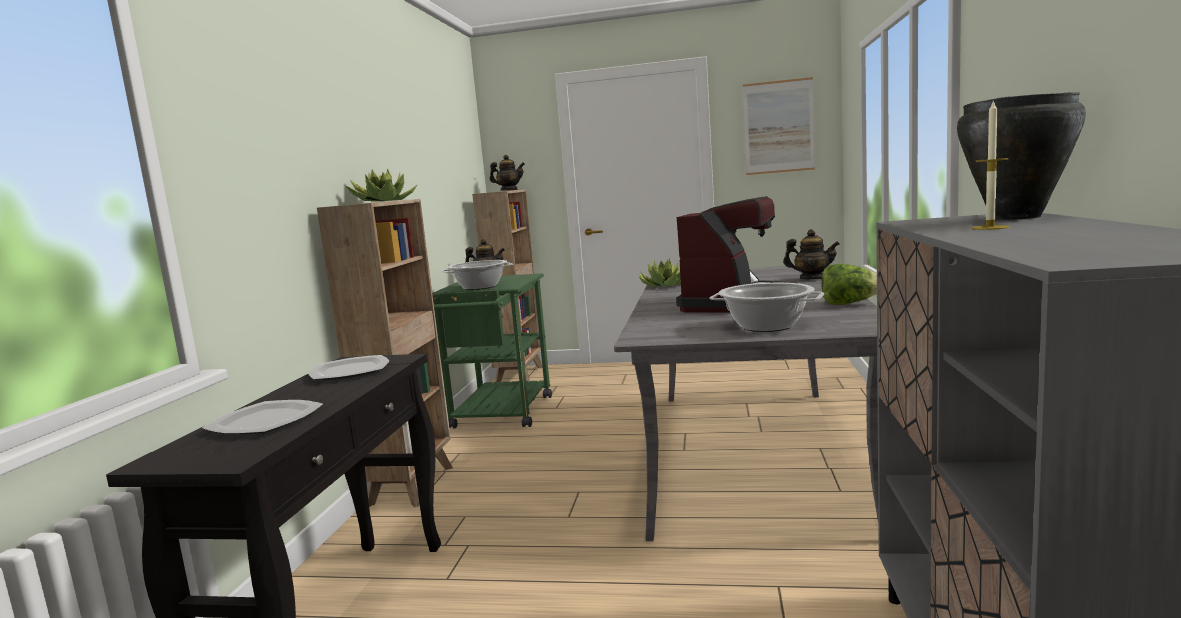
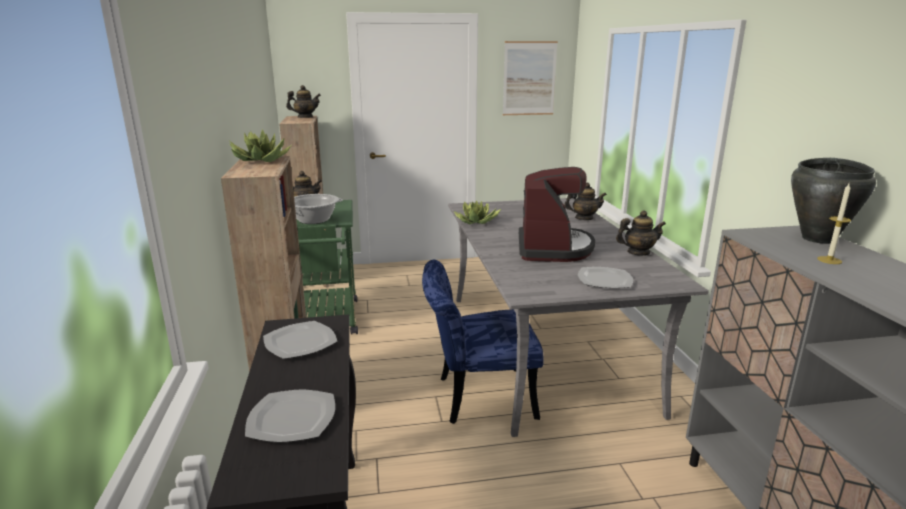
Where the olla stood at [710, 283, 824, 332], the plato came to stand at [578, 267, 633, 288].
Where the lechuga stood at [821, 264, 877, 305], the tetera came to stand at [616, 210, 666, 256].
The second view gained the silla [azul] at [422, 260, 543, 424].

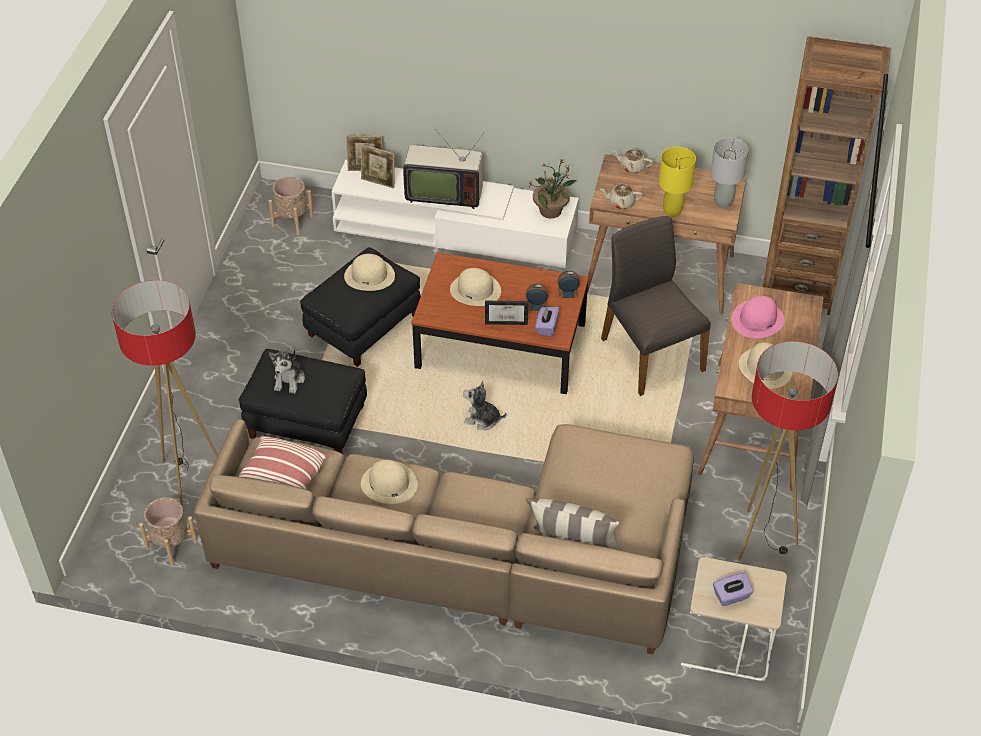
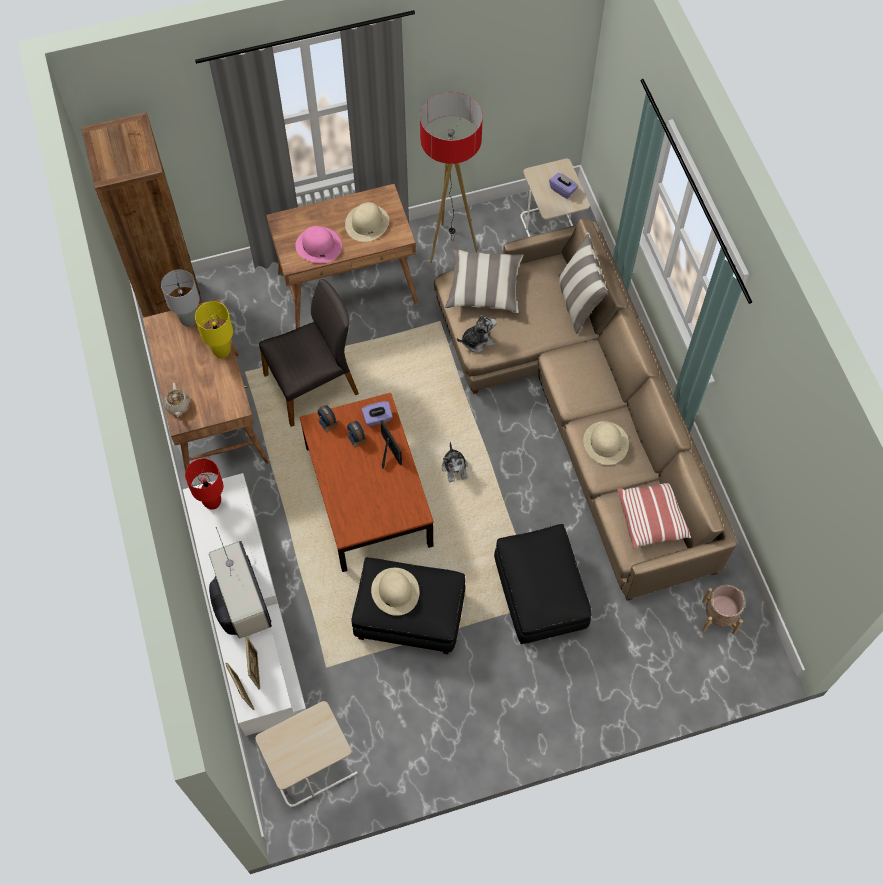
The second view lost the lámpara de pie at [111, 280, 218, 505].
Where the maceta [beis] stood at [269, 177, 314, 235], the mesa auxiliar [beis] came to stand at [255, 701, 358, 807].
The peluche ended up elsewhere, having gone from [269, 349, 305, 394] to [457, 315, 497, 352].
The second view lost the sombrero [beis] at [450, 268, 501, 306].
Where the planta en maceta stood at [528, 159, 576, 219], the lámpara de mesa [rojo] came to stand at [185, 459, 223, 510].
The second view lost the tetera [beis] at [600, 184, 643, 209].
The silla [gris] at [601, 216, 711, 396] ended up facing another way, 150 degrees counterclockwise from before.
The second view gained the cojín at [445, 249, 523, 313].

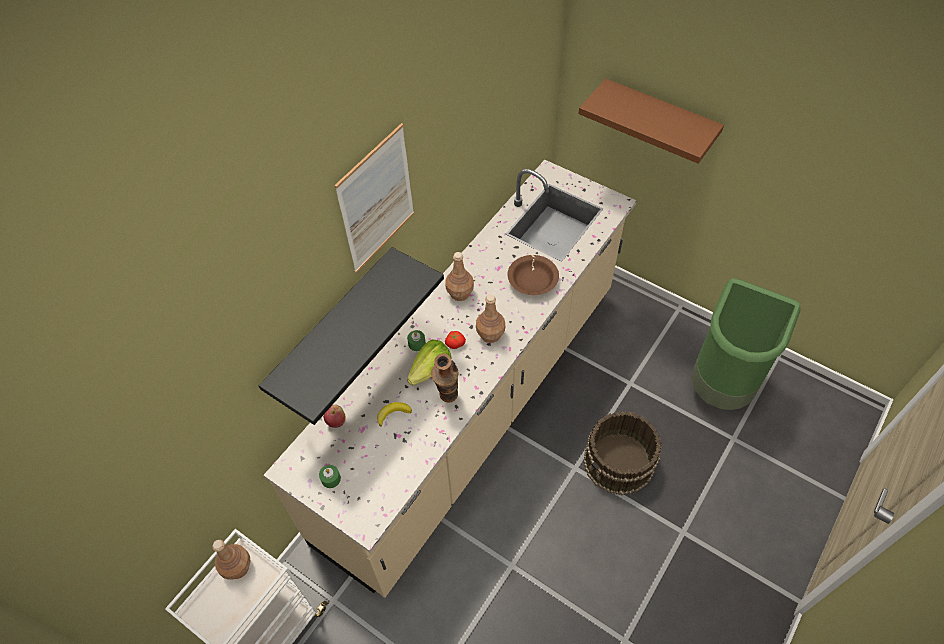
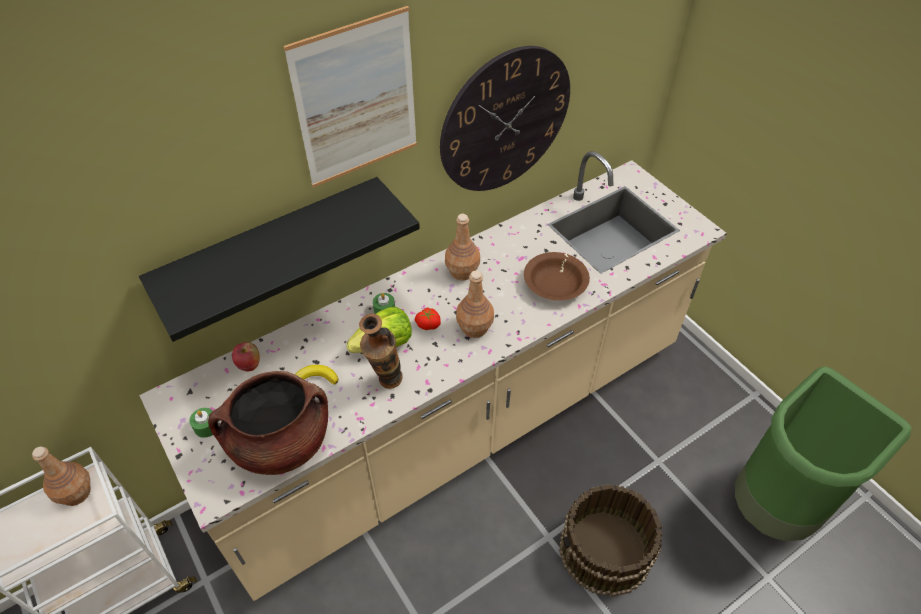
The second view lost the estante [marrón] at [578, 79, 724, 164].
The second view gained the olla [marrón] at [208, 371, 328, 475].
The second view gained the reloj de pared at [440, 46, 570, 191].

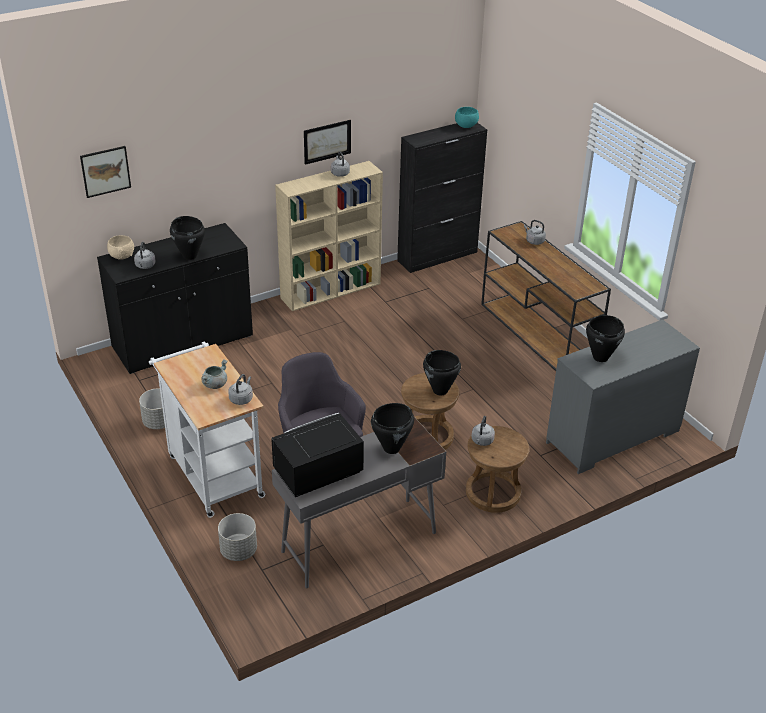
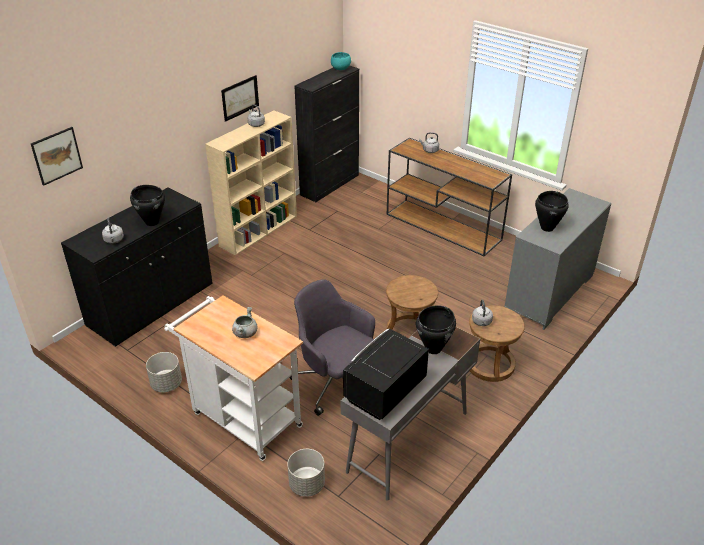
The second view lost the cuenco [beis] at [107, 235, 134, 260].
The second view lost the hervidor [gris] at [228, 374, 253, 405].
The second view lost the olla [negro] at [423, 350, 461, 396].

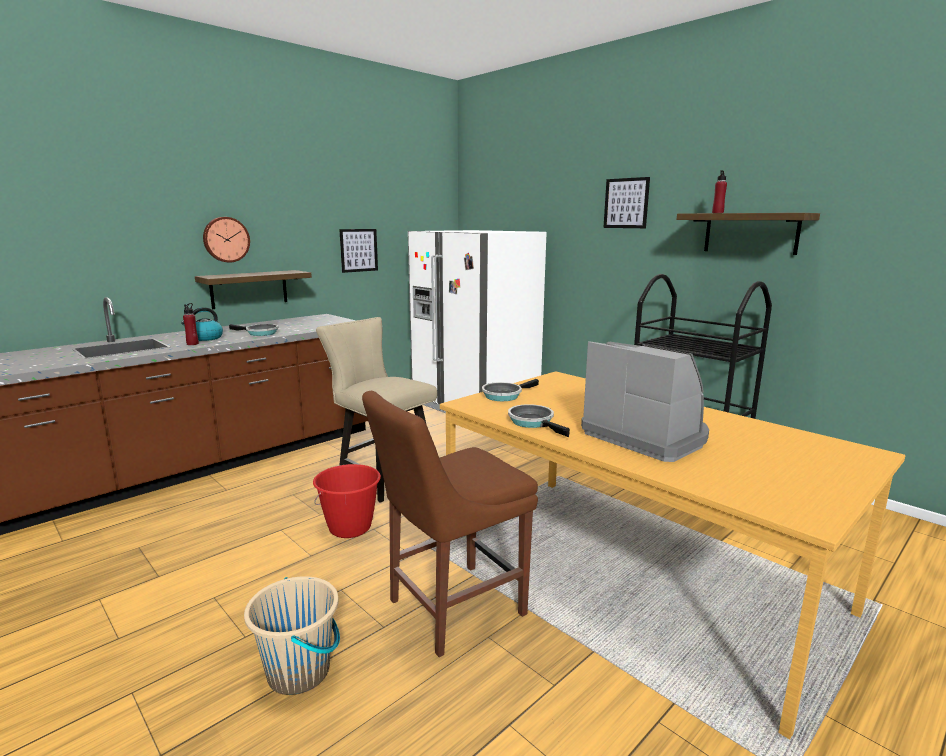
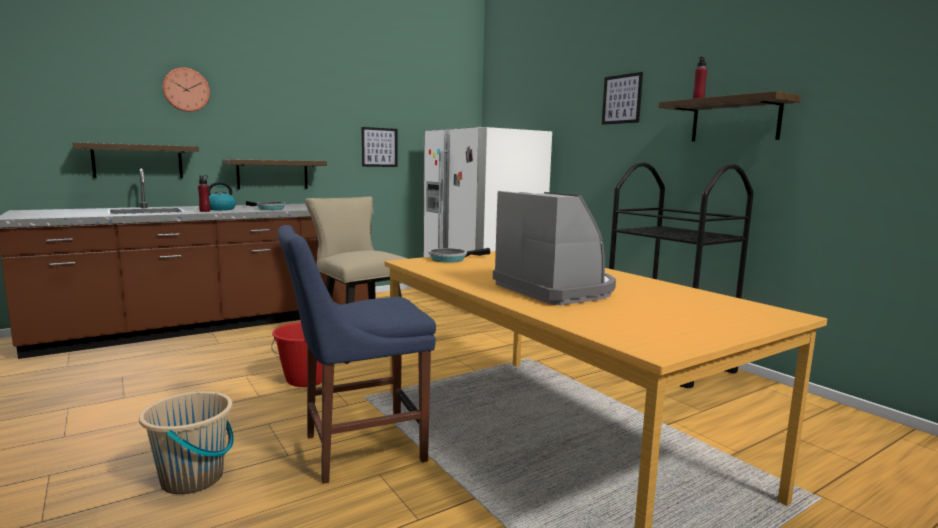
The reloj de pared ended up elsewhere, having gone from [203, 217, 250, 263] to [162, 68, 210, 112].
What was the silla [marrón] at [362, 391, 538, 657] turned into the silla [azul] at [277, 225, 436, 484].
The second view lost the sartén at [508, 404, 570, 437].
The second view gained the estante at [73, 142, 199, 178].

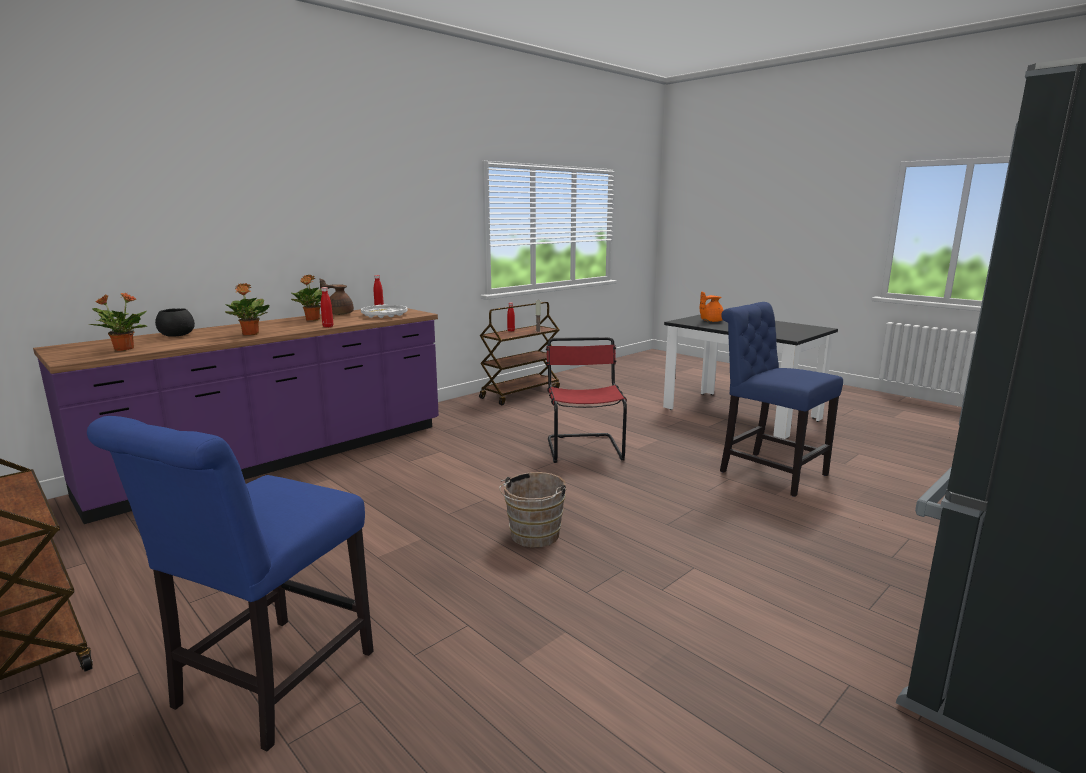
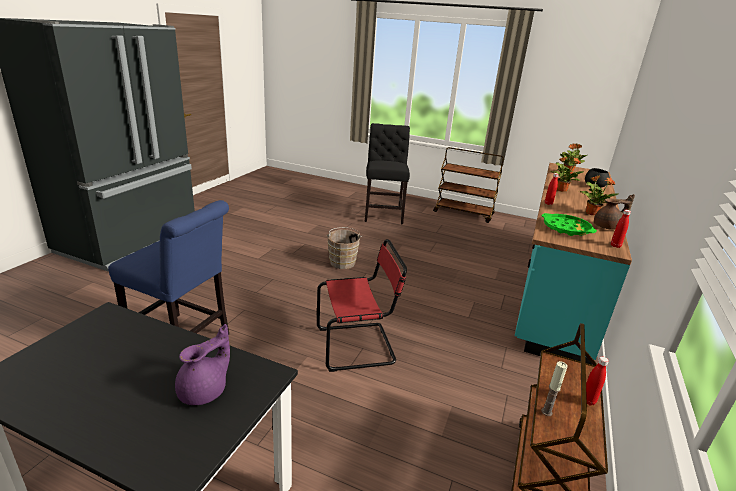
What was the mueble bajo de cocina [morado] at [33, 308, 439, 524] turned into the mueble bajo de cocina [turquesa] at [515, 163, 632, 365].
What was the silla [azul] at [87, 416, 374, 751] turned into the silla [negro] at [365, 123, 410, 224].
What was the bandeja [blanco] at [361, 305, 408, 318] turned into the bandeja [verde] at [542, 213, 597, 236].
The silla [rojo] at [546, 337, 627, 463] ended up facing another way, 75 degrees counterclockwise from before.
What was the tetera [naranja] at [700, 292, 723, 322] turned into the tetera [morado] at [175, 324, 230, 405].

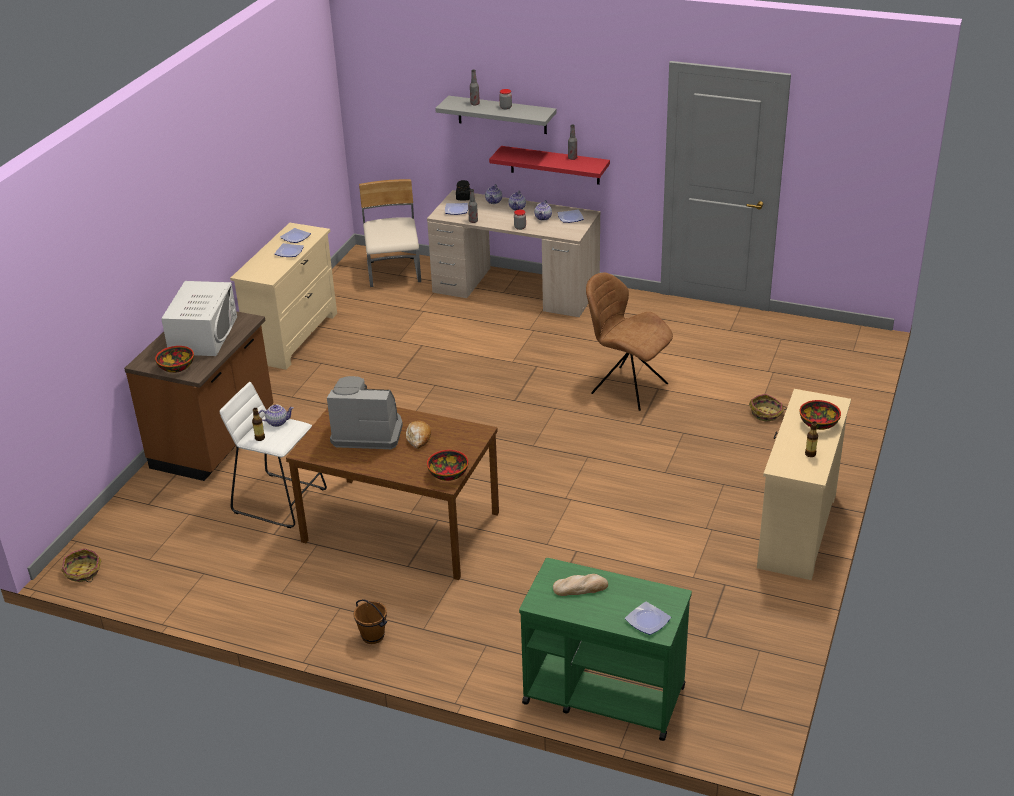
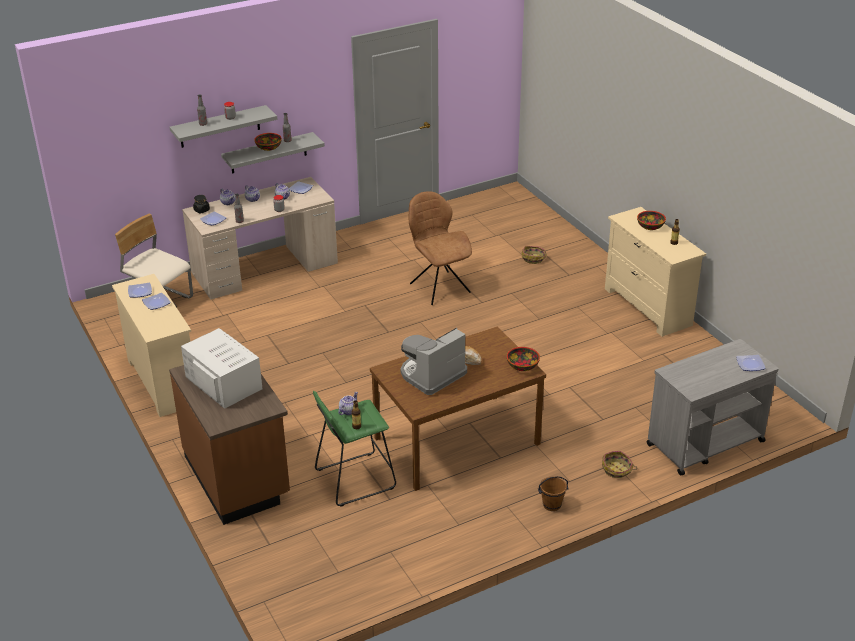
The cesta ended up elsewhere, having gone from [61, 548, 101, 582] to [602, 451, 637, 478].
The cuenco ended up elsewhere, having gone from [155, 346, 194, 373] to [254, 133, 282, 151].
What was the taburete [blanco] at [220, 382, 327, 528] turned into the taburete [verde] at [313, 391, 396, 507].
What was the estante [rojo] at [489, 146, 610, 185] turned into the estante [gris] at [221, 132, 325, 174].
What was the carrito [verde] at [519, 558, 692, 741] turned into the carrito [gris] at [647, 339, 779, 475].
The second view lost the pan at [553, 574, 608, 596].
The silla [marrón] at [586, 273, 673, 411] ended up facing another way, 75 degrees clockwise from before.

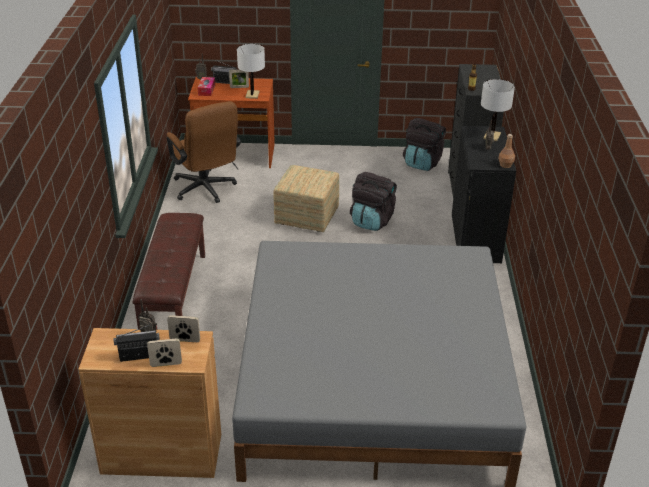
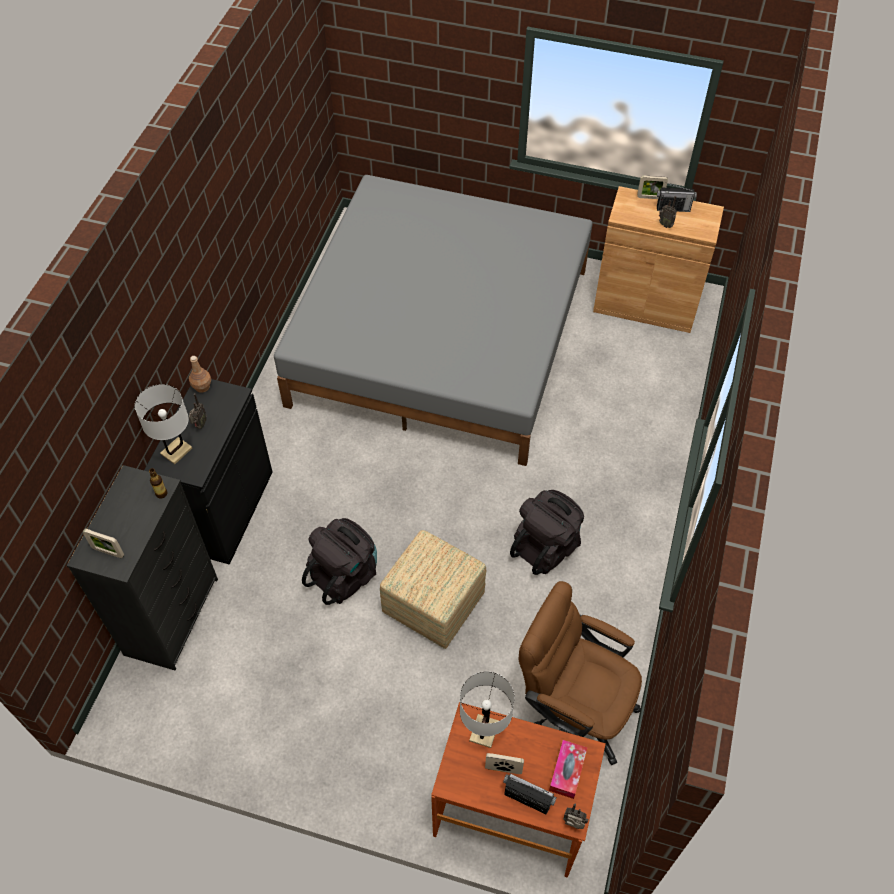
The second view lost the banco [marrón] at [133, 213, 205, 329].
The silla de oficina [marrón] at [167, 101, 241, 203] ended up facing another way, 45 degrees counterclockwise from before.
The portarretratos ended up elsewhere, having gone from [167, 315, 200, 342] to [83, 529, 124, 558].
The mochila [negro] ended up elsewhere, having gone from [403, 118, 446, 171] to [510, 490, 584, 575].

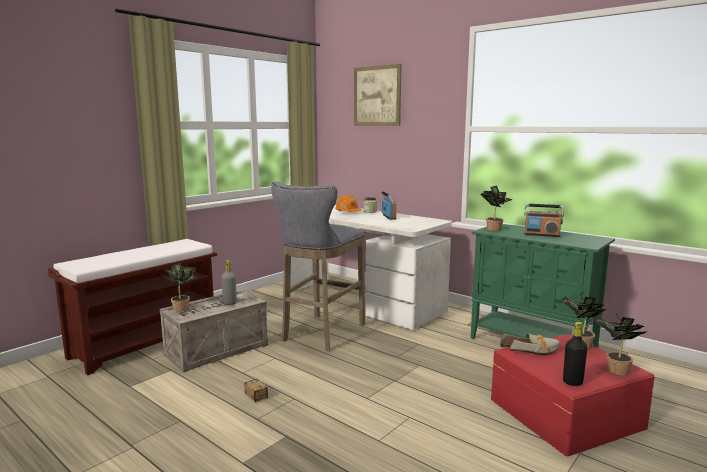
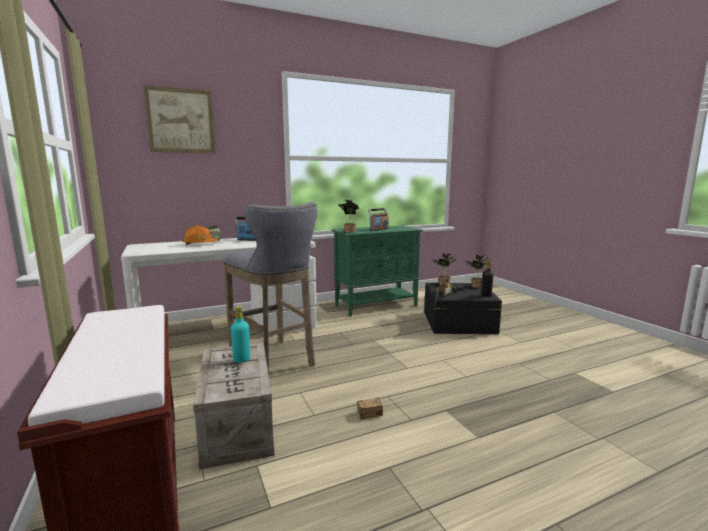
The second view lost the planta en maceta at [162, 263, 197, 312].
What was the botella [gris] at [221, 260, 237, 305] turned into the botella [turquesa] at [231, 306, 250, 363].
What was the caja de almacenaje [rojo] at [491, 334, 655, 457] turned into the caja de almacenaje [negro] at [424, 283, 502, 334].

